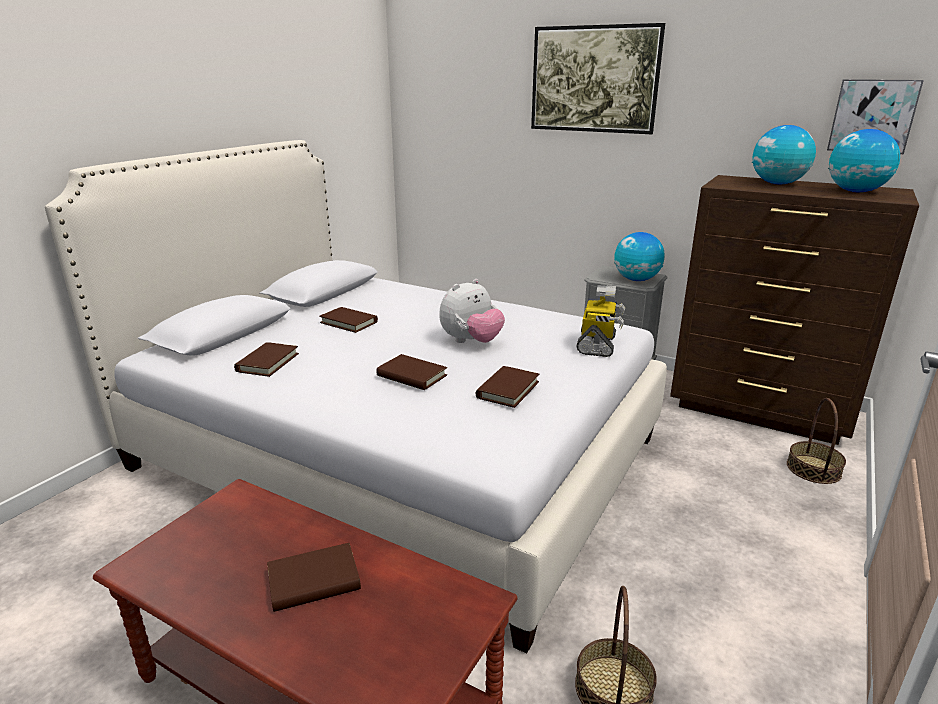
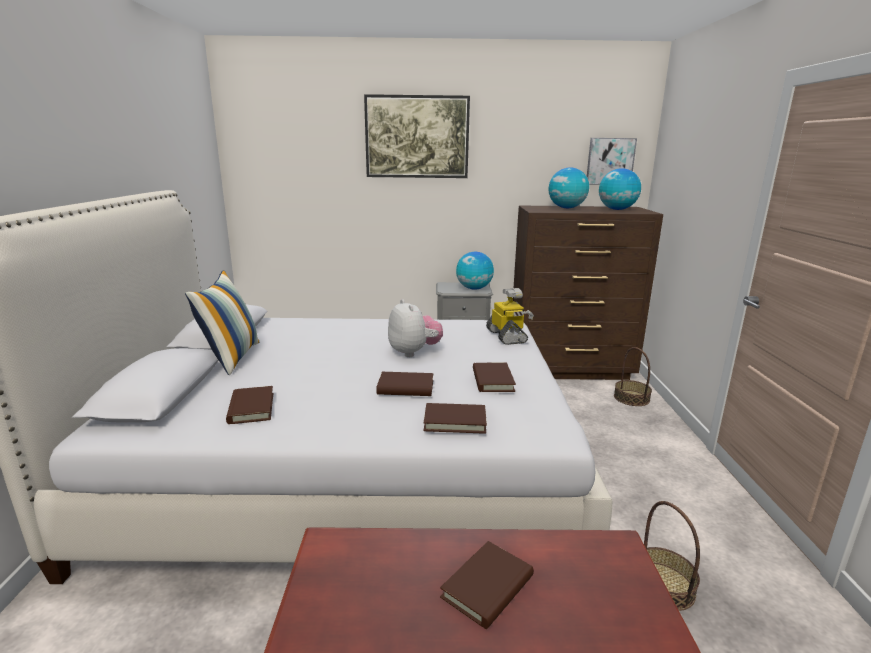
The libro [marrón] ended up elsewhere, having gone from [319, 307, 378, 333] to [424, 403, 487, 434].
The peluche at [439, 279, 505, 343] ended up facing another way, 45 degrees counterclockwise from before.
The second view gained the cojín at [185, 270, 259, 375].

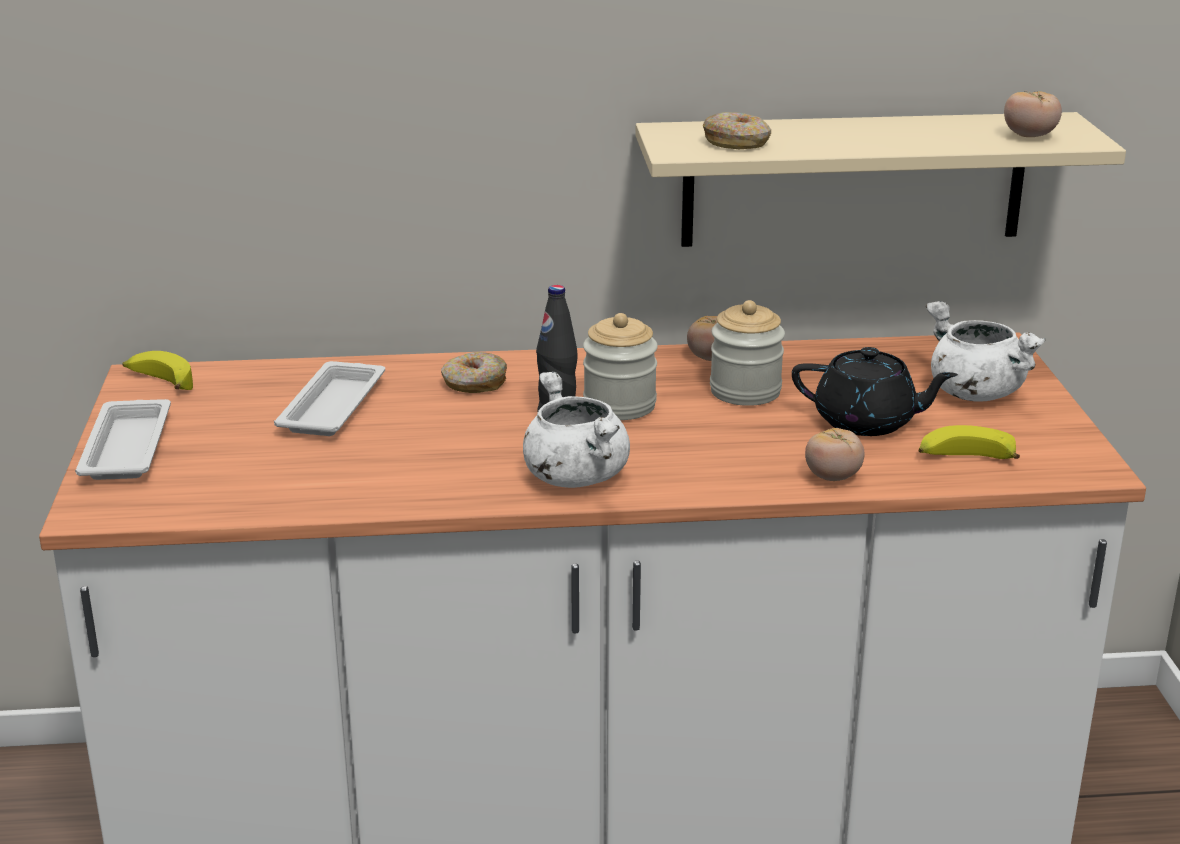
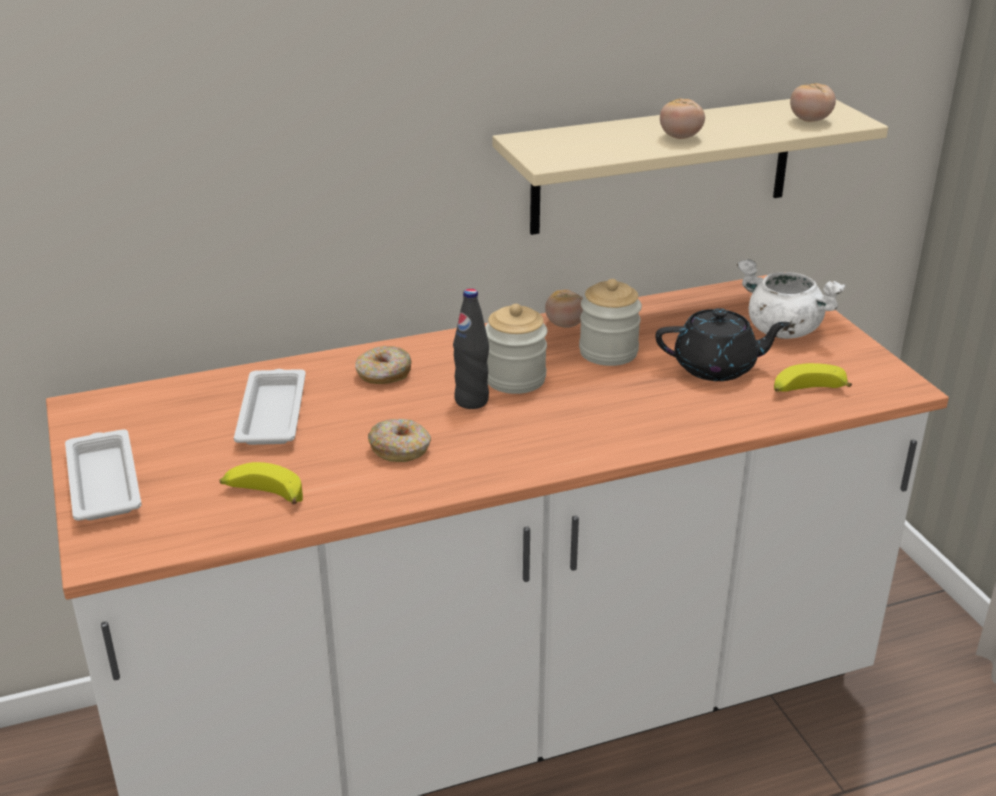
The plátano ended up elsewhere, having gone from [122, 351, 193, 390] to [219, 462, 303, 504].
The second view lost the olla [blanco] at [523, 372, 630, 488].
The rosquilla ended up elsewhere, having gone from [703, 112, 771, 149] to [368, 419, 431, 462].
The tomate ended up elsewhere, having gone from [805, 428, 864, 481] to [660, 99, 705, 139].

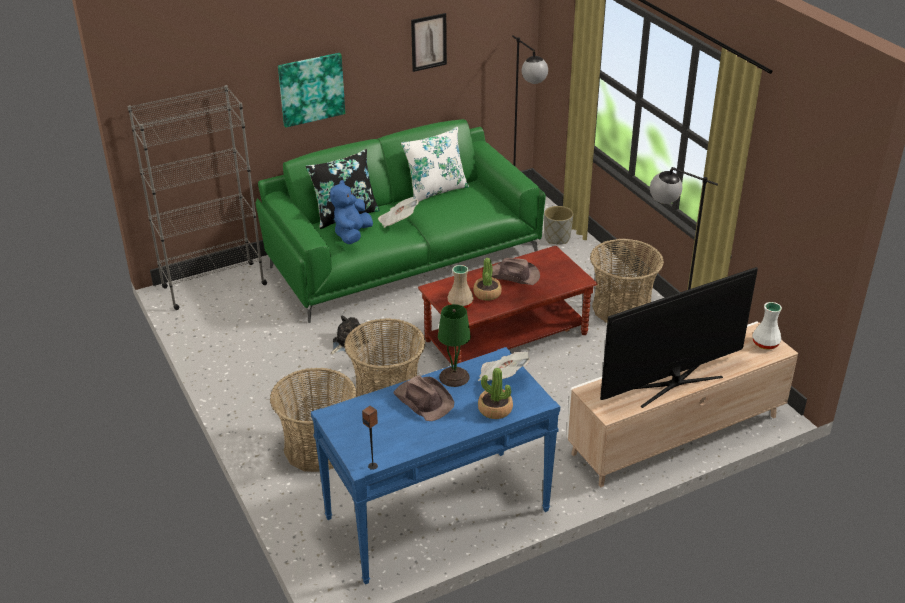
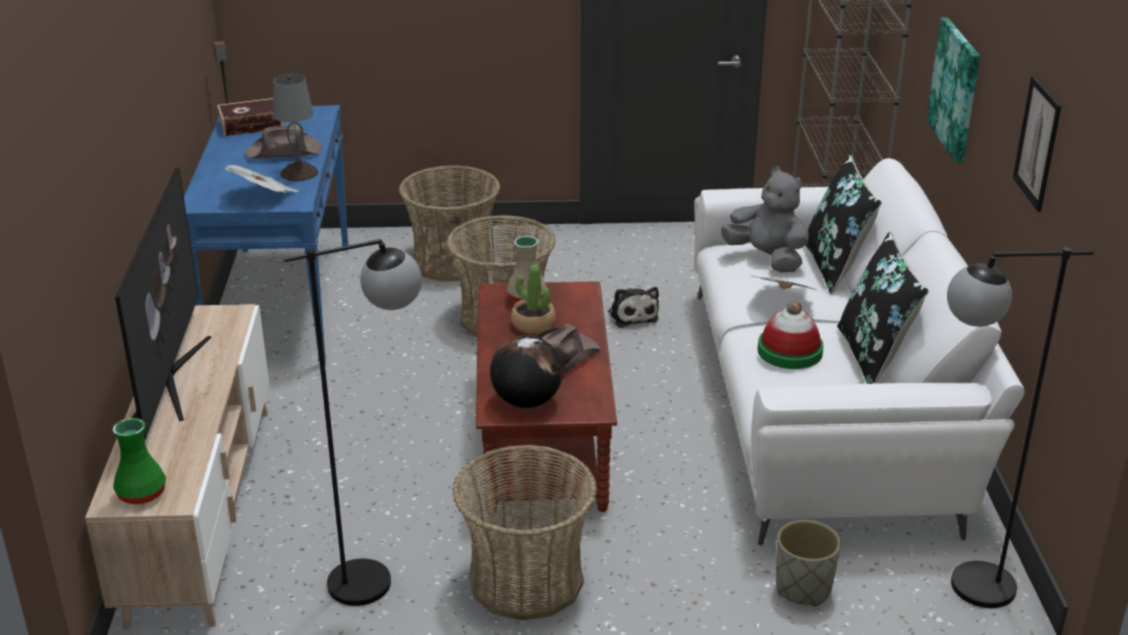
What was the sofá [verde] at [256, 119, 546, 323] turned into the sofá [blanco] at [694, 158, 1024, 546].
What was the peluche [azul] at [330, 180, 373, 244] turned into the peluche [gris] at [721, 166, 809, 272].
What was the cojín [blanco] at [401, 127, 469, 202] turned into the cojín [negro] at [837, 231, 929, 384].
What was the lámpara de mesa [verde] at [438, 304, 471, 387] turned into the lámpara de mesa [gris] at [273, 74, 318, 181].
The second view lost the planta en maceta at [478, 368, 513, 419].
What was the florero [blanco] at [753, 302, 782, 350] turned into the florero [verde] at [113, 418, 166, 505].
The second view gained the libro at [217, 98, 283, 136].
The second view gained the globo terráqueo at [490, 335, 563, 408].
The second view gained the sombrero at [758, 301, 824, 369].

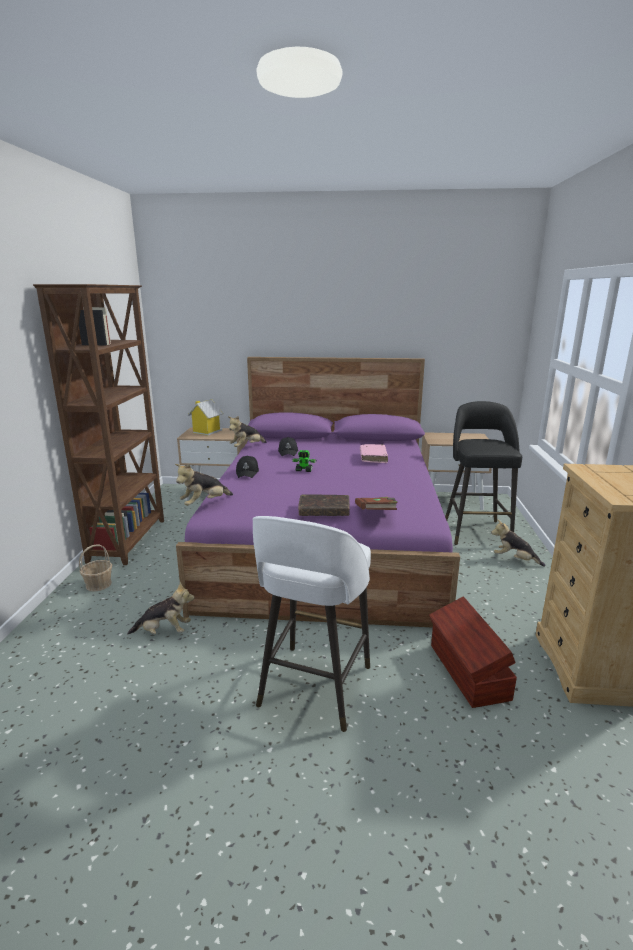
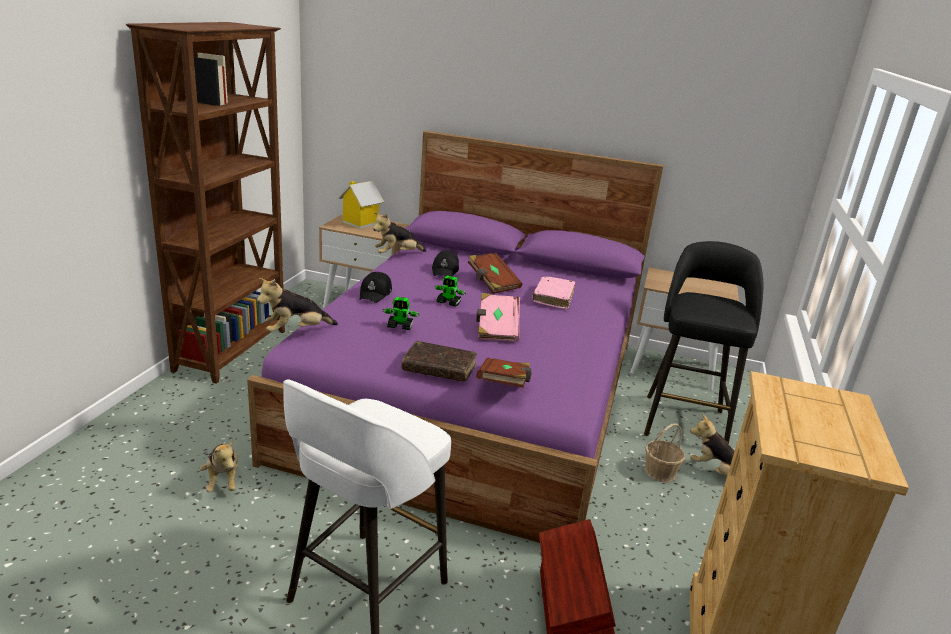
The cesta ended up elsewhere, having gone from [79, 544, 112, 592] to [644, 423, 685, 482].
The peluche at [127, 582, 195, 635] ended up facing another way, 60 degrees clockwise from before.
The second view gained the robot de juguete at [383, 297, 420, 330].
The second view gained the libro [marrón] at [468, 253, 523, 294].
The second view gained the libro [rosa] at [476, 293, 520, 342].

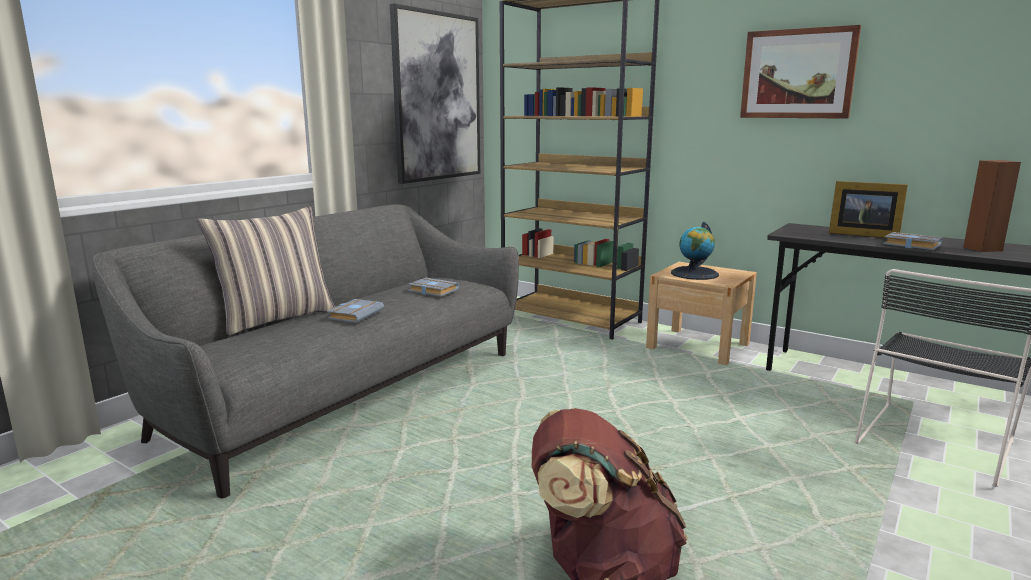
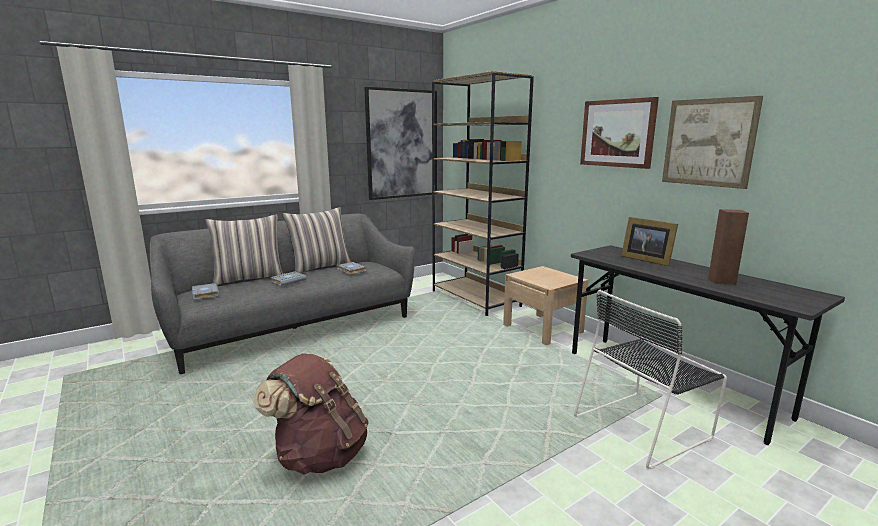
The second view lost the globo terráqueo at [671, 222, 719, 280].
The libro [gris] ended up elsewhere, having gone from [883, 232, 942, 250] to [192, 283, 219, 300].
The second view gained the cojín at [282, 207, 351, 273].
The second view gained the cuadro at [662, 96, 763, 189].

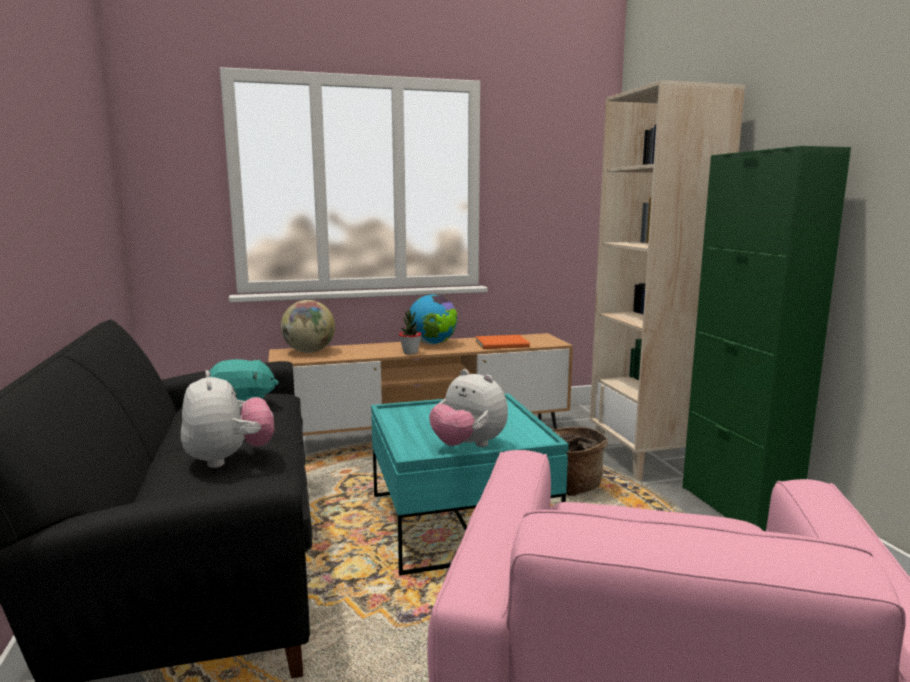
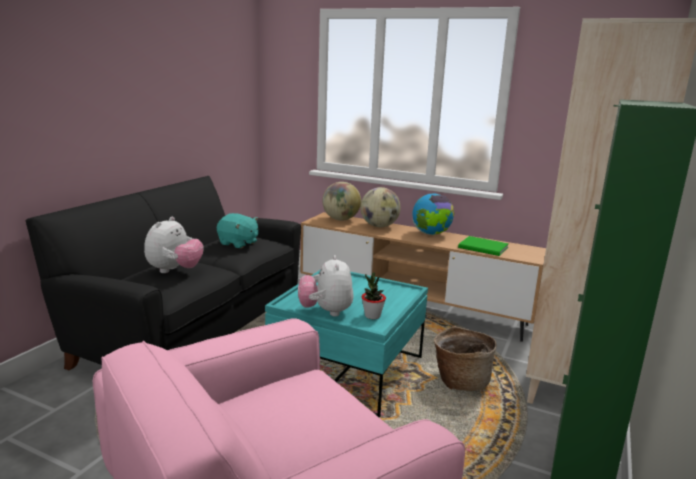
The planta en maceta ended up elsewhere, having gone from [399, 310, 422, 355] to [362, 272, 386, 319].
What was the libro [naranja] at [475, 335, 530, 349] turned into the libro [verde] at [458, 236, 509, 256].
The second view gained the globo terráqueo at [360, 187, 401, 227].

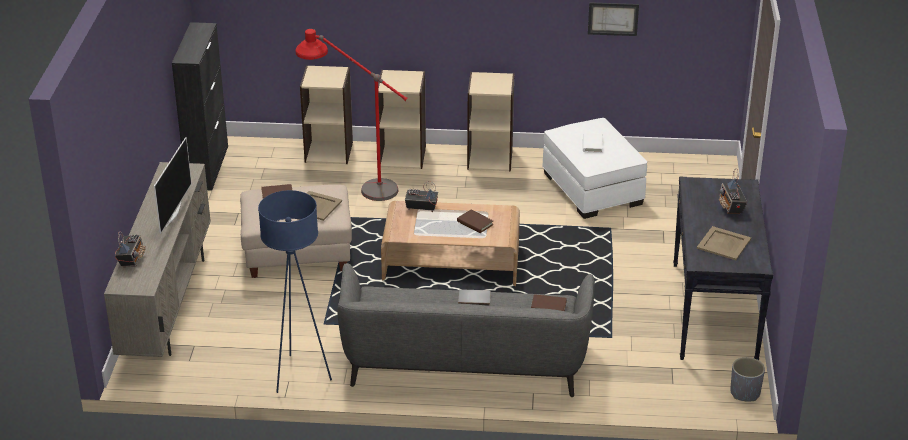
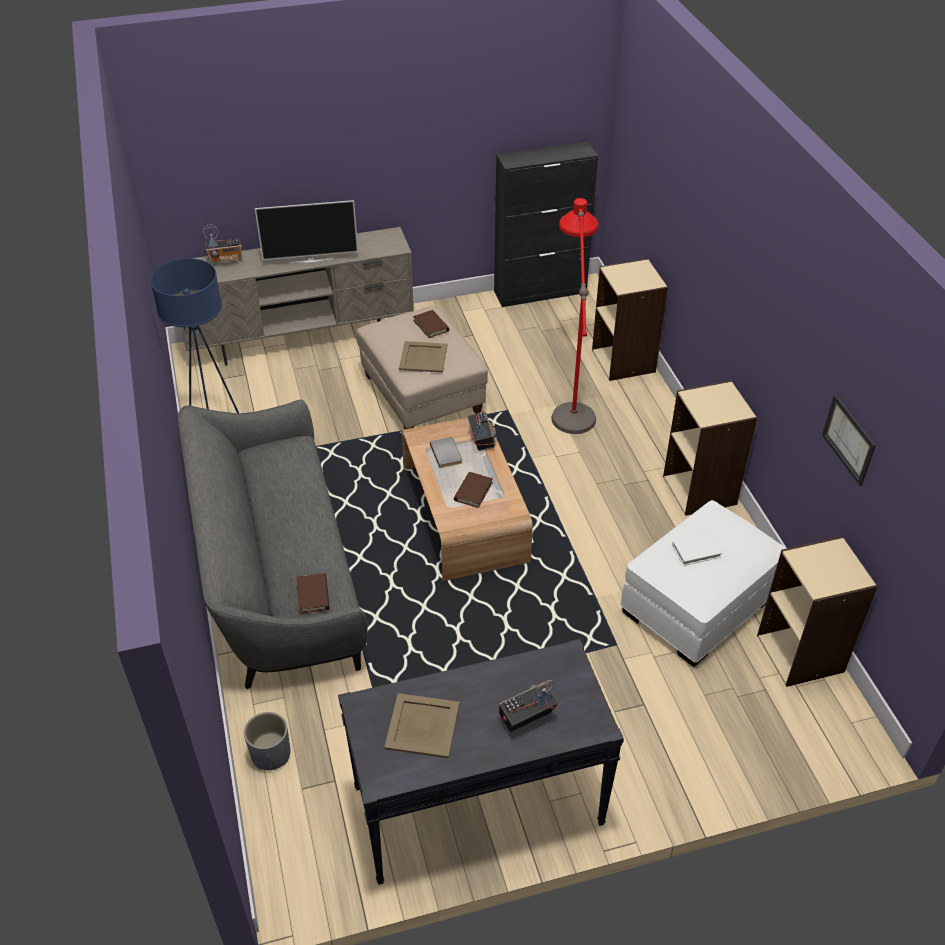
The estantería [beis] ended up elsewhere, having gone from [378, 70, 426, 169] to [757, 536, 878, 687].
The libro [gris] ended up elsewhere, having gone from [458, 289, 491, 306] to [430, 437, 462, 468].
The maceta [gris] ended up elsewhere, having gone from [730, 357, 765, 402] to [244, 712, 290, 770].

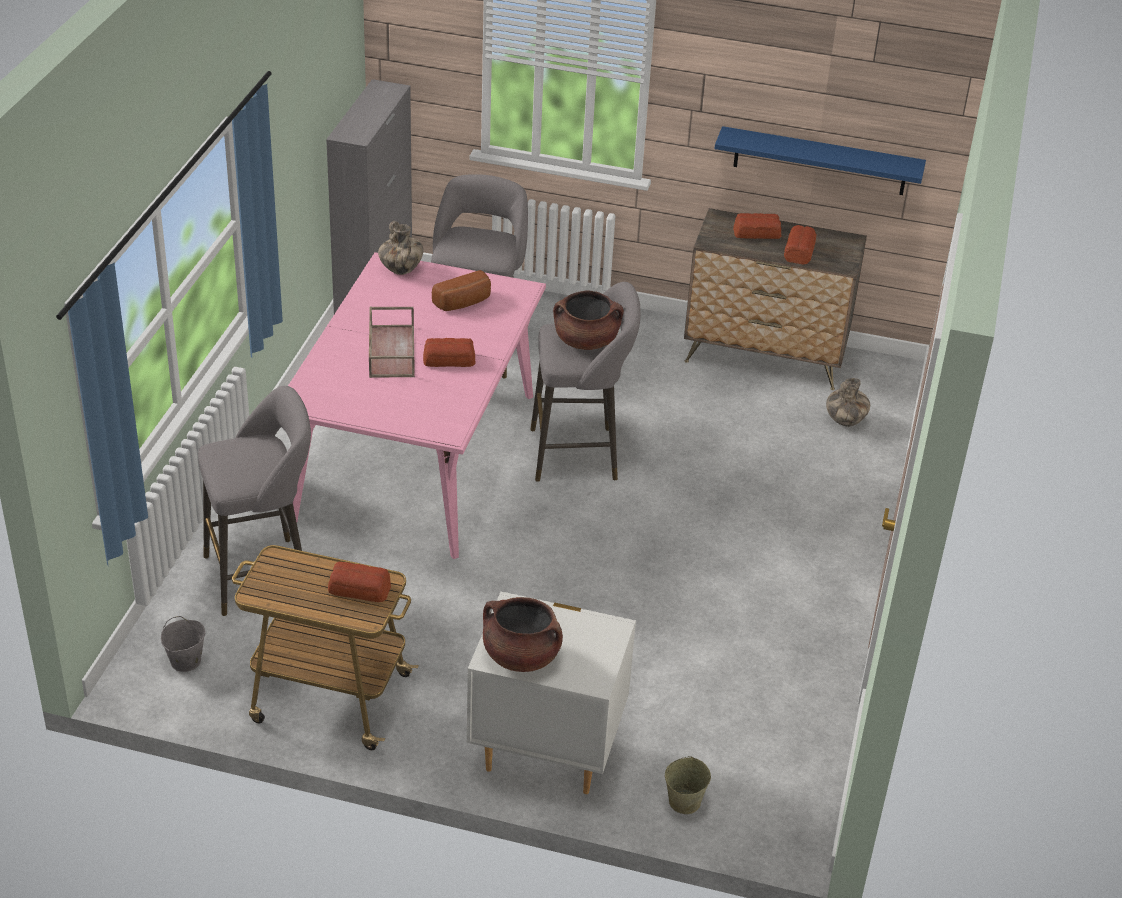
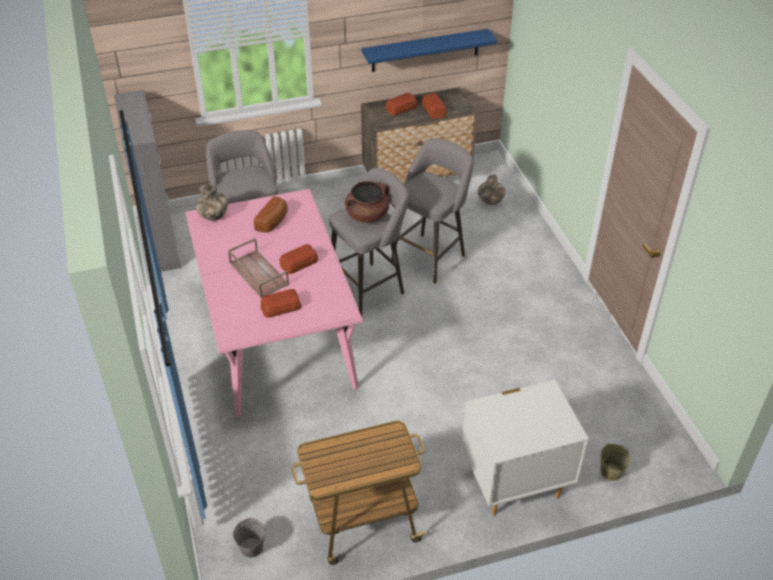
The taburete [gris] ended up elsewhere, having gone from [198, 386, 311, 616] to [391, 138, 474, 283].
The pan ended up elsewhere, having gone from [328, 561, 391, 602] to [261, 289, 301, 317].
The second view lost the olla [marrón] at [483, 597, 563, 672].

